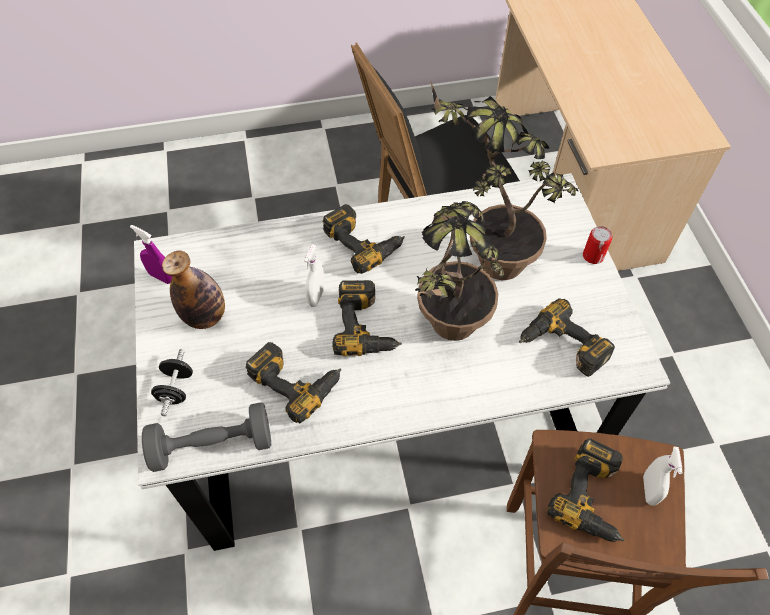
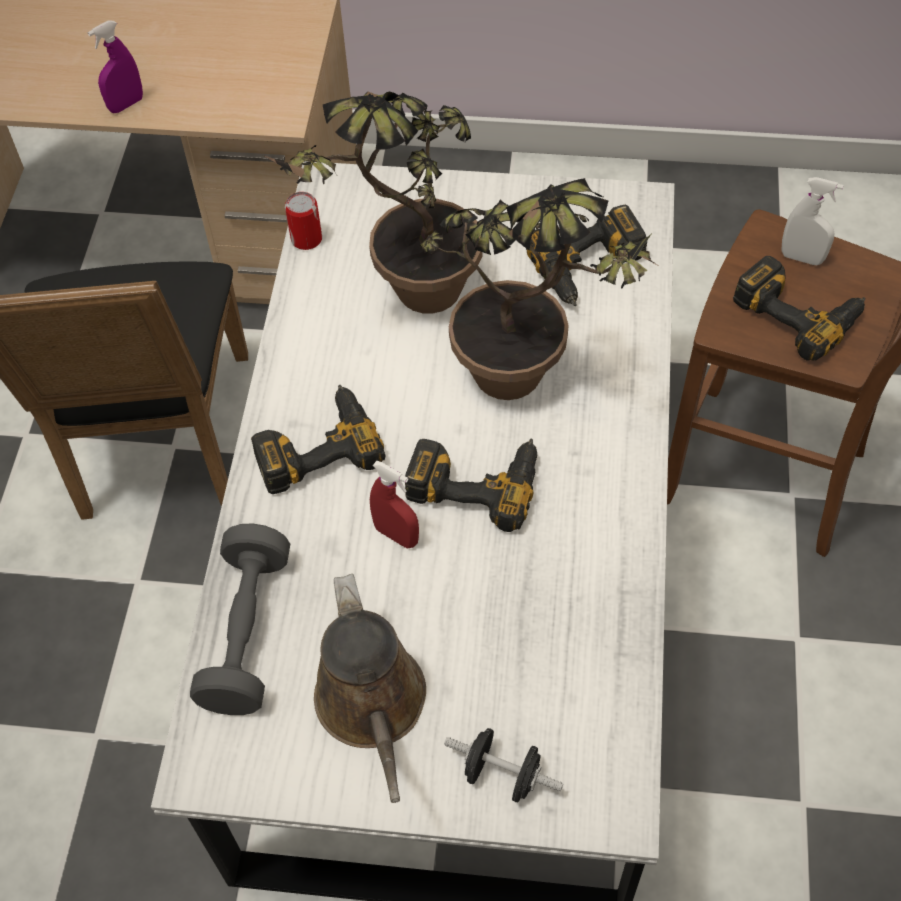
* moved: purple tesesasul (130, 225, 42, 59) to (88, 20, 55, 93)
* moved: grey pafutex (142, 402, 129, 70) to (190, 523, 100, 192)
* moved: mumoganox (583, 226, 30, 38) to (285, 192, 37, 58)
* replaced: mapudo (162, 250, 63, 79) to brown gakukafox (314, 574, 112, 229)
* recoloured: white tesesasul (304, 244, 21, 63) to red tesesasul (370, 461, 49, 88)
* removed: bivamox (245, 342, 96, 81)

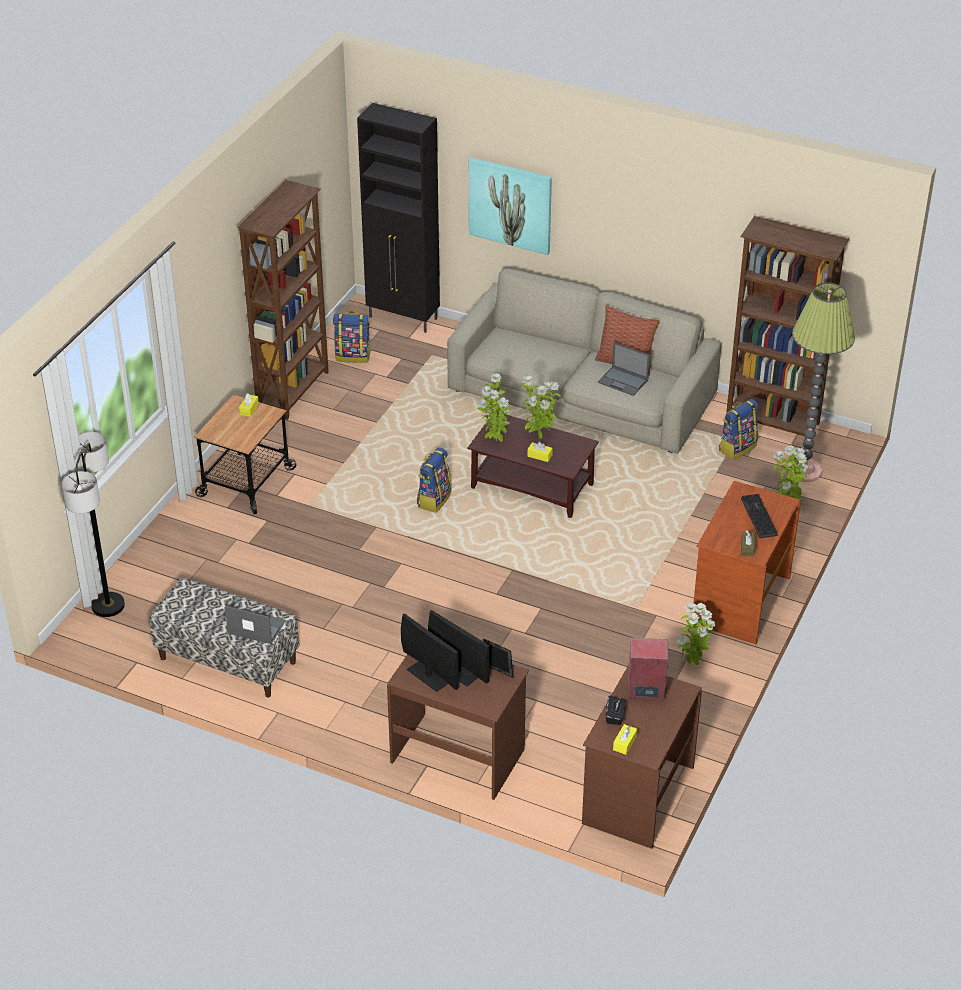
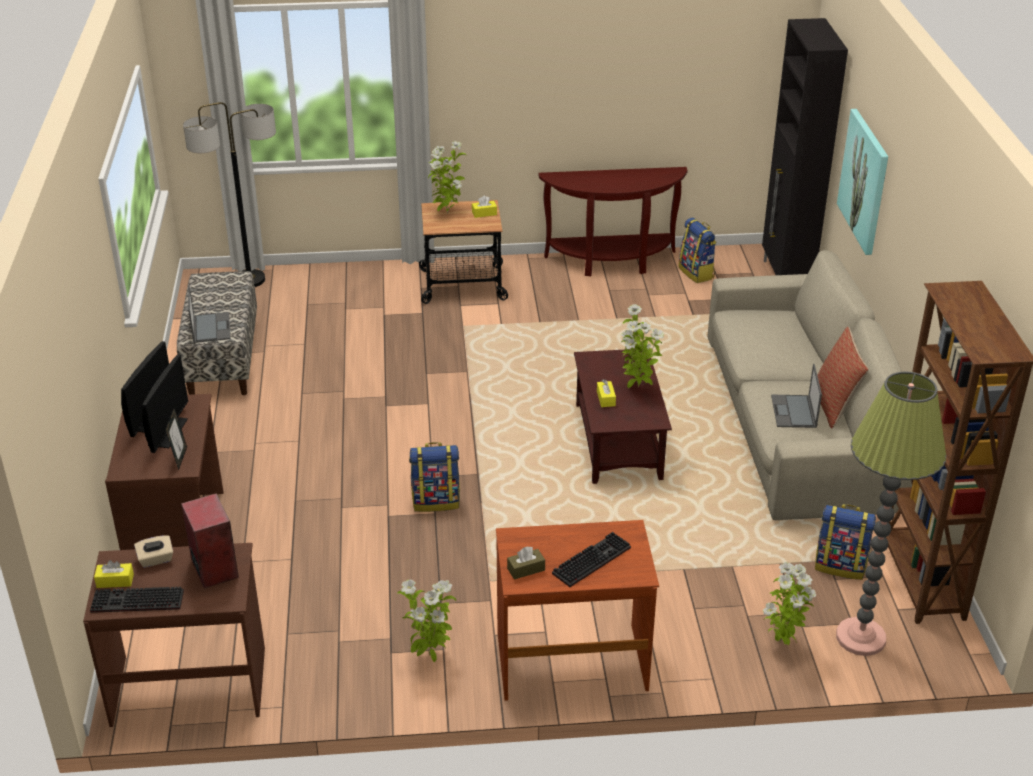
* added: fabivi (90, 587, 94, 26)
* recoloured: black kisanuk (606, 696, 20, 29) to beige kisanuk (134, 535, 39, 33)
* moved: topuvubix (417, 448, 34, 65) to (409, 442, 51, 70)
* moved: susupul (477, 373, 34, 69) to (428, 141, 38, 73)
* replaced: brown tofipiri (237, 180, 92, 240) to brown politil (538, 167, 150, 109)

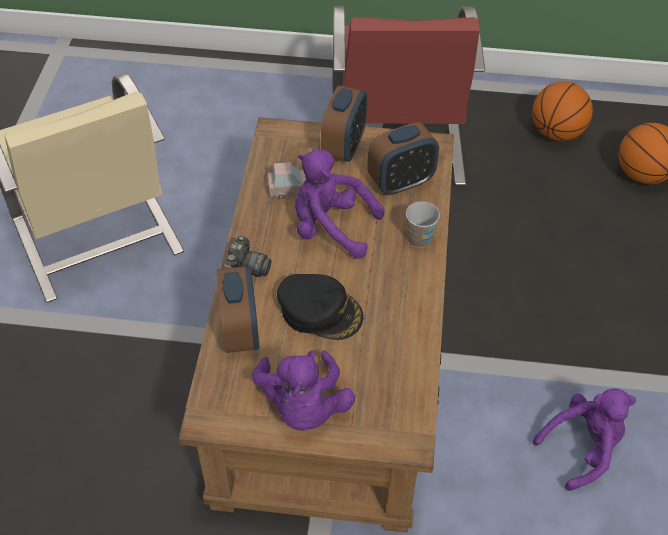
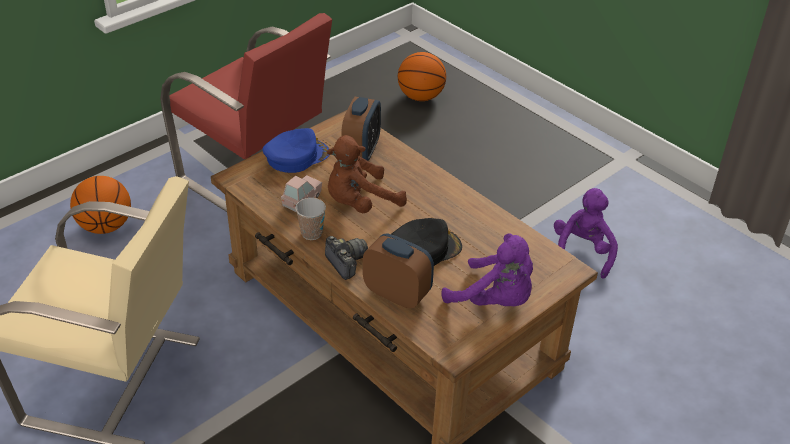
* moved: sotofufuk (532, 81, 61, 60) to (70, 176, 61, 58)
* replaced: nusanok (321, 86, 46, 76) to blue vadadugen (263, 128, 66, 45)
* moved: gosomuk (406, 201, 34, 47) to (295, 198, 31, 42)
* recoloured: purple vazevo (295, 150, 90, 109) to brown vazevo (327, 135, 80, 78)

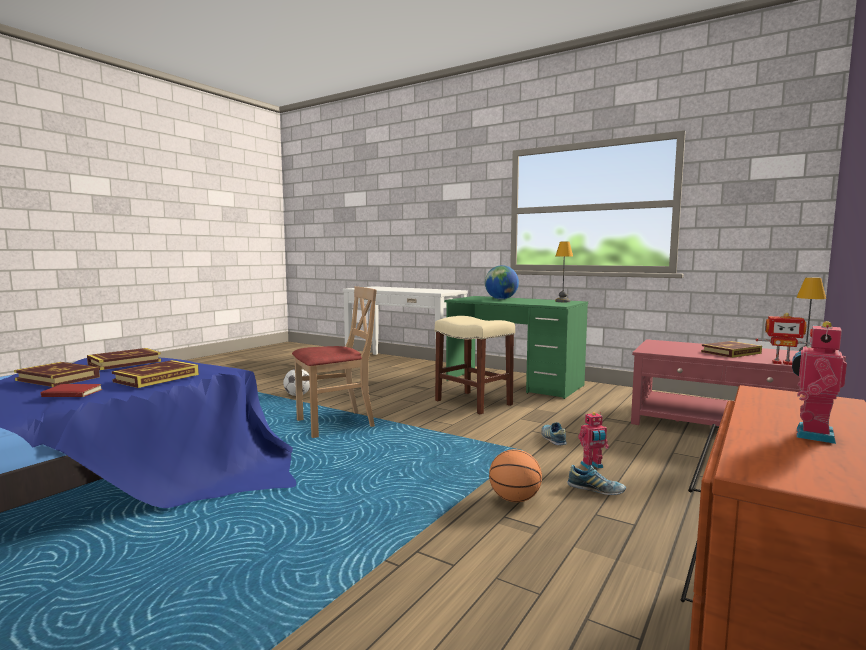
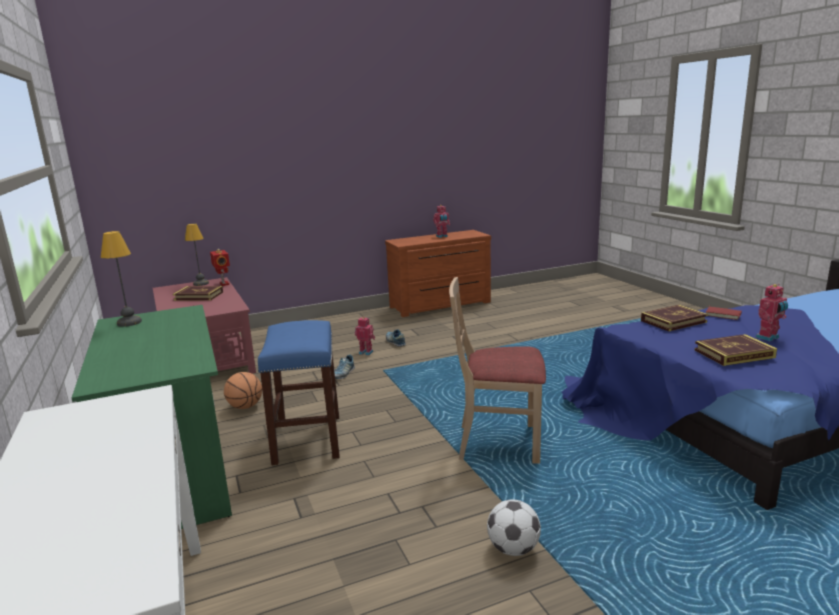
* moved: sotofufuk (489, 449, 53, 53) to (224, 372, 38, 37)
* recoloured: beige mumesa (435, 316, 80, 98) to blue mumesa (258, 320, 81, 145)
* replaced: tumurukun (14, 362, 86, 25) to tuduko (756, 284, 32, 57)
* removed: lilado (485, 265, 34, 34)

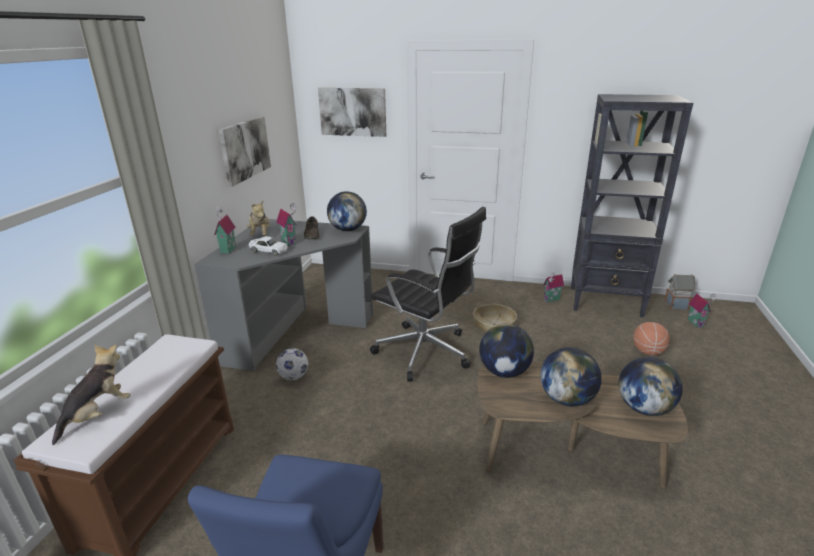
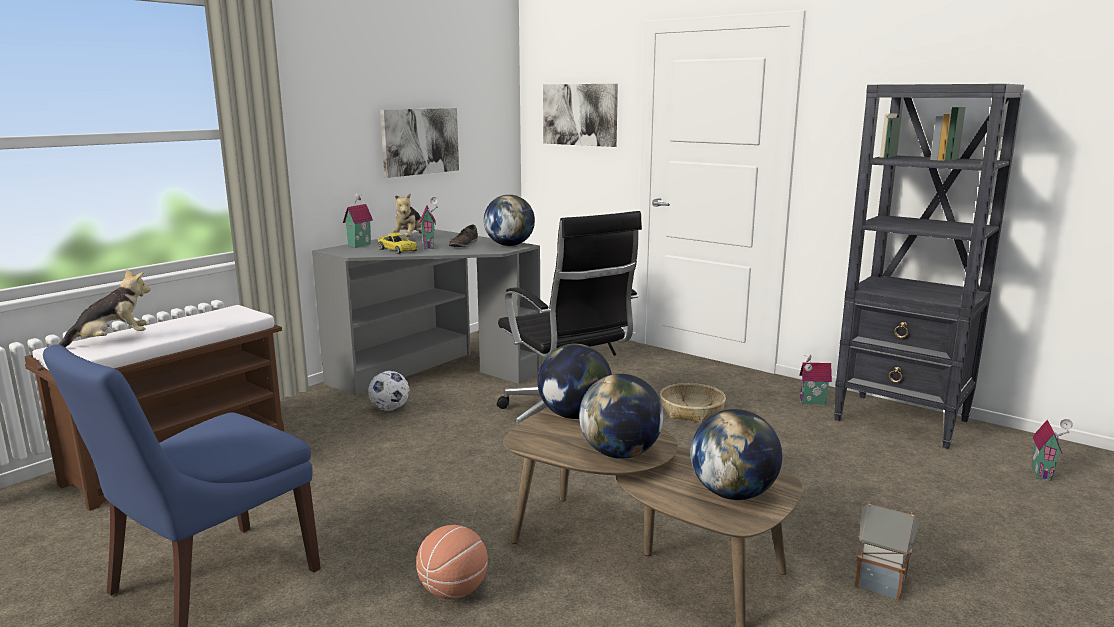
* recoloured: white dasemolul (248, 236, 40, 20) to yellow dasemolul (377, 233, 40, 21)
* moved: sotofufuk (633, 322, 37, 33) to (416, 525, 72, 74)
* moved: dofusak (664, 274, 32, 36) to (854, 501, 66, 100)

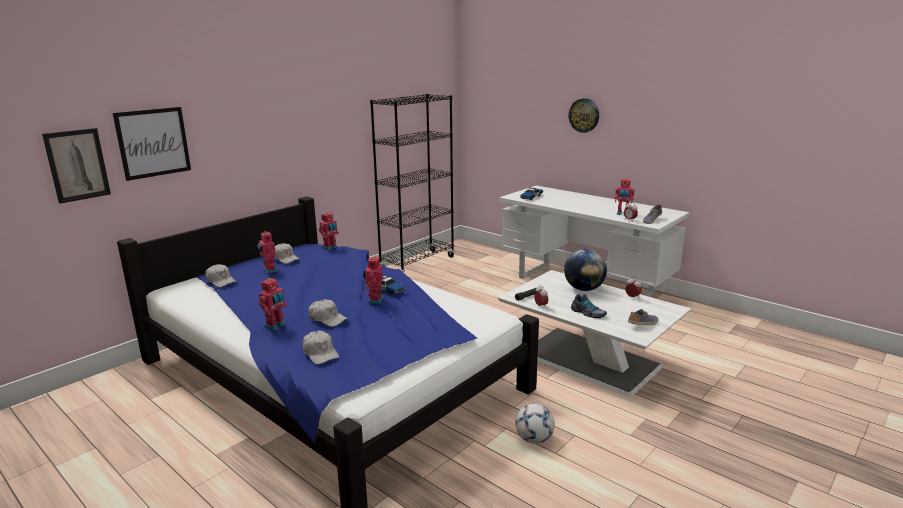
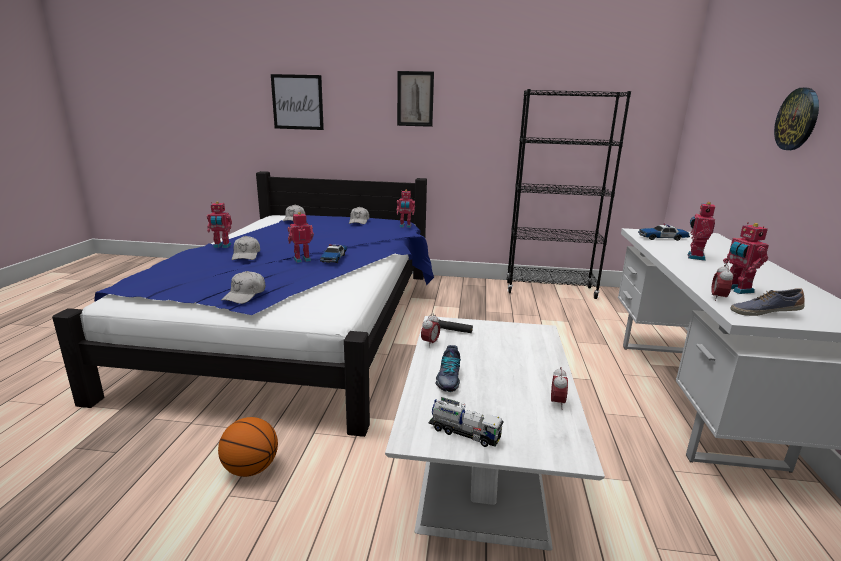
* replaced: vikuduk (515, 403, 40, 41) to sotofufuk (218, 417, 60, 60)
* moved: white vadadugen (302, 331, 37, 33) to (221, 271, 44, 33)
* moved: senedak (42, 128, 69, 76) to (397, 71, 37, 56)
* replaced: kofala (628, 309, 30, 16) to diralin (429, 397, 75, 50)
* moved: tuduko (257, 231, 21, 43) to (687, 202, 28, 59)
* removed: lilado (564, 249, 43, 42)

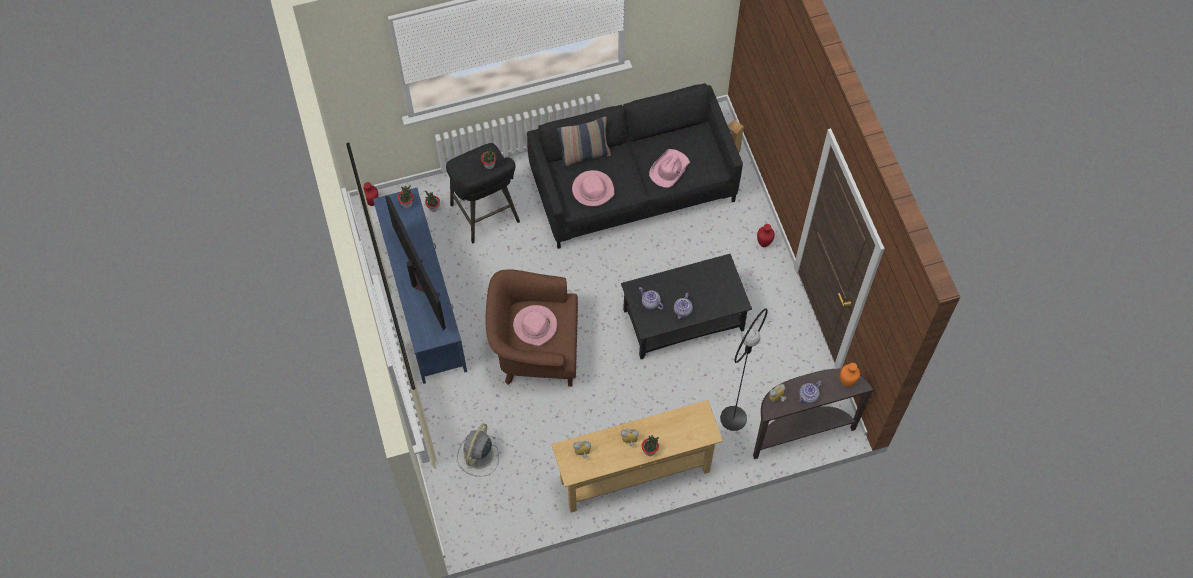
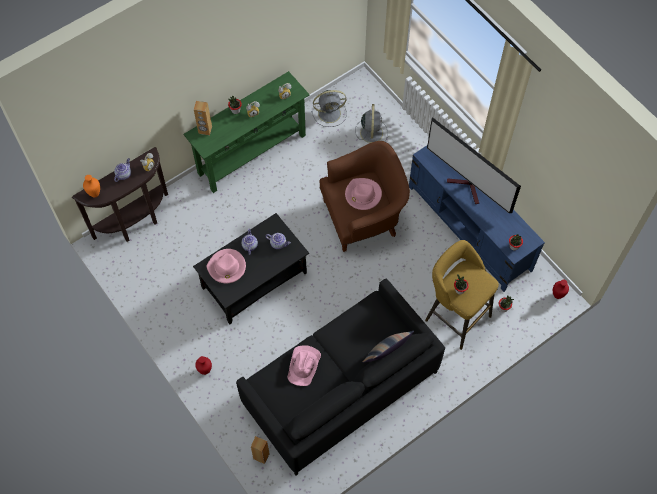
* recoloured: beige politil (552, 400, 171, 112) to green politil (184, 71, 126, 122)
* added: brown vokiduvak (194, 101, 18, 34)
* moved: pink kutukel (572, 170, 42, 36) to (206, 249, 40, 35)
* added: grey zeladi (311, 90, 36, 37)
* recoloured: black mumesa (446, 143, 74, 100) to yellow mumesa (425, 240, 74, 110)
* removed: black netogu (720, 308, 48, 123)

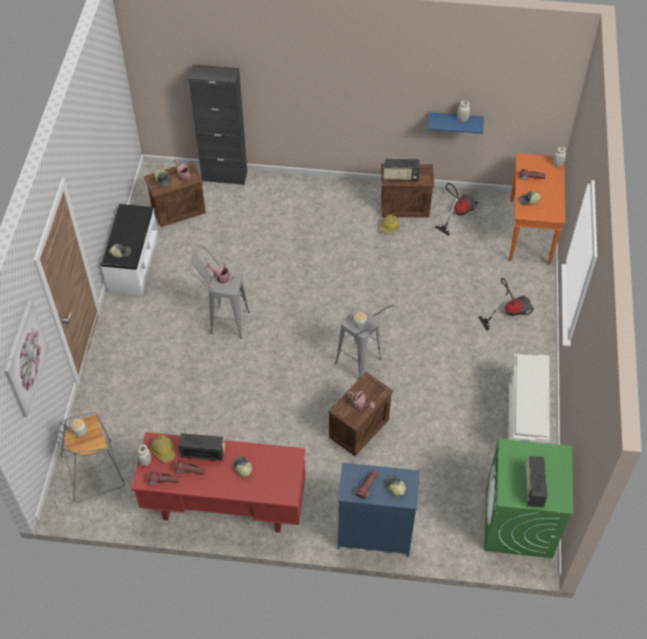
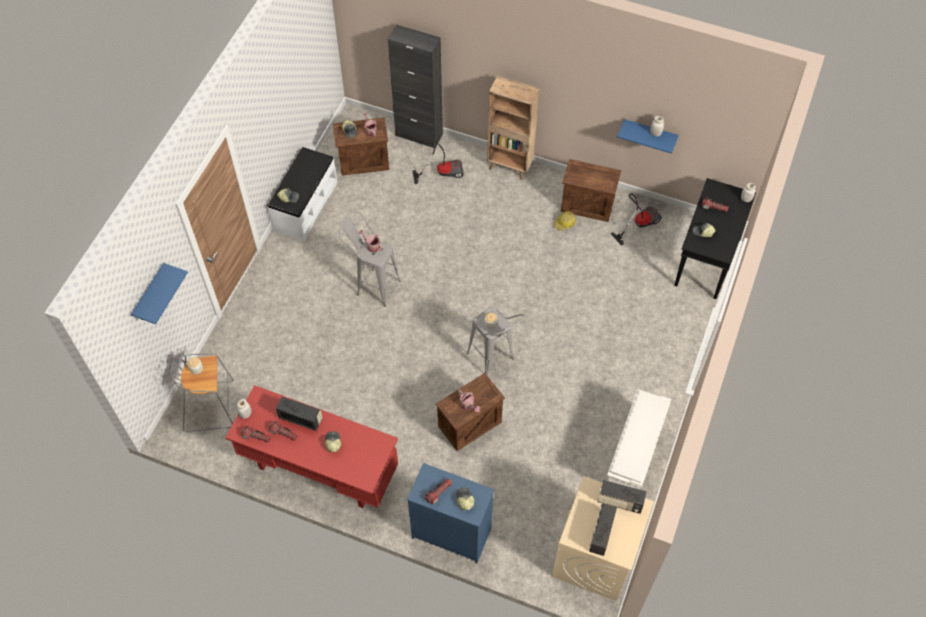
* replaced: senedak (4, 300, 45, 117) to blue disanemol (131, 263, 57, 61)
* moved: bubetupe (478, 278, 56, 53) to (412, 138, 52, 46)
* added: brown tofipiri (487, 76, 52, 104)
* recoloured: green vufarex (484, 439, 89, 119) to beige vufarex (552, 476, 102, 125)
* moved: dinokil (384, 158, 36, 23) to (597, 480, 49, 34)
* recoloured: orange politil (509, 153, 57, 112) to black politil (674, 178, 82, 121)
* removed: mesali (151, 435, 25, 28)

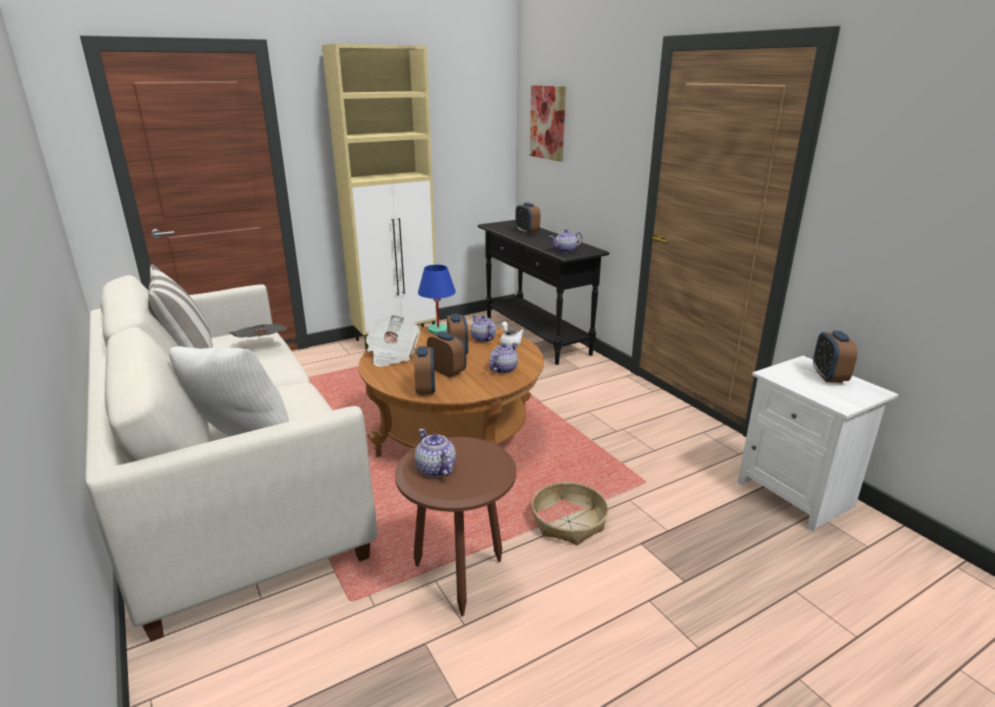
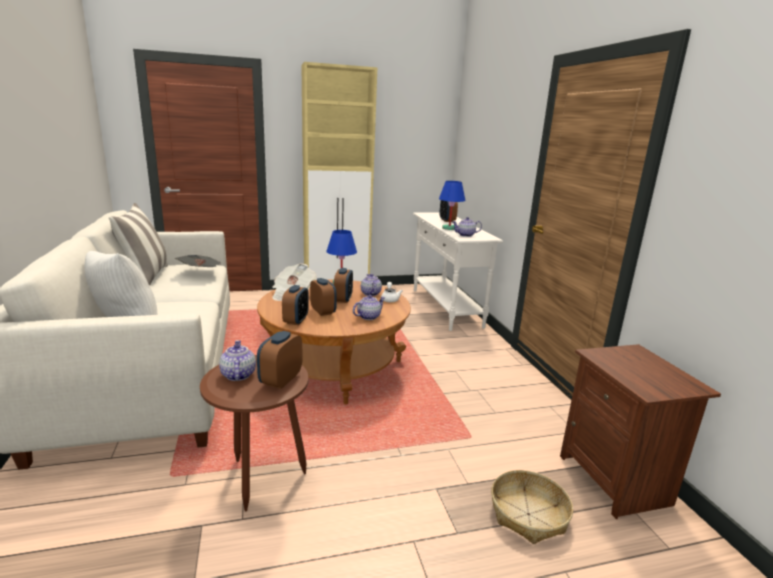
* moved: nusanok (813, 331, 45, 52) to (257, 331, 46, 58)
* recoloured: black politil (478, 220, 131, 145) to white politil (413, 212, 90, 119)
* added: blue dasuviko (439, 181, 27, 49)
* moved: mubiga (532, 482, 76, 63) to (491, 470, 82, 74)
* recoloured: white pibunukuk (737, 356, 162, 176) to brown pibunukuk (560, 344, 161, 175)
* removed: senedak (530, 85, 36, 77)

